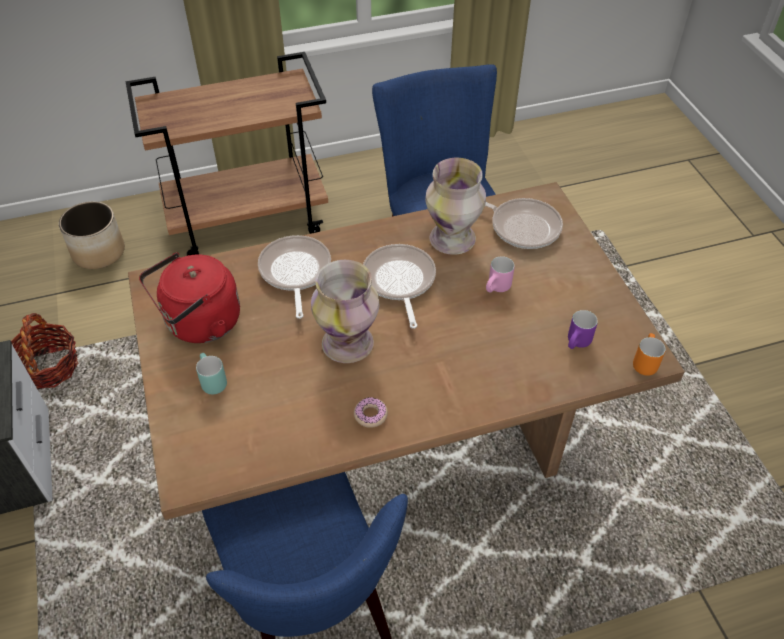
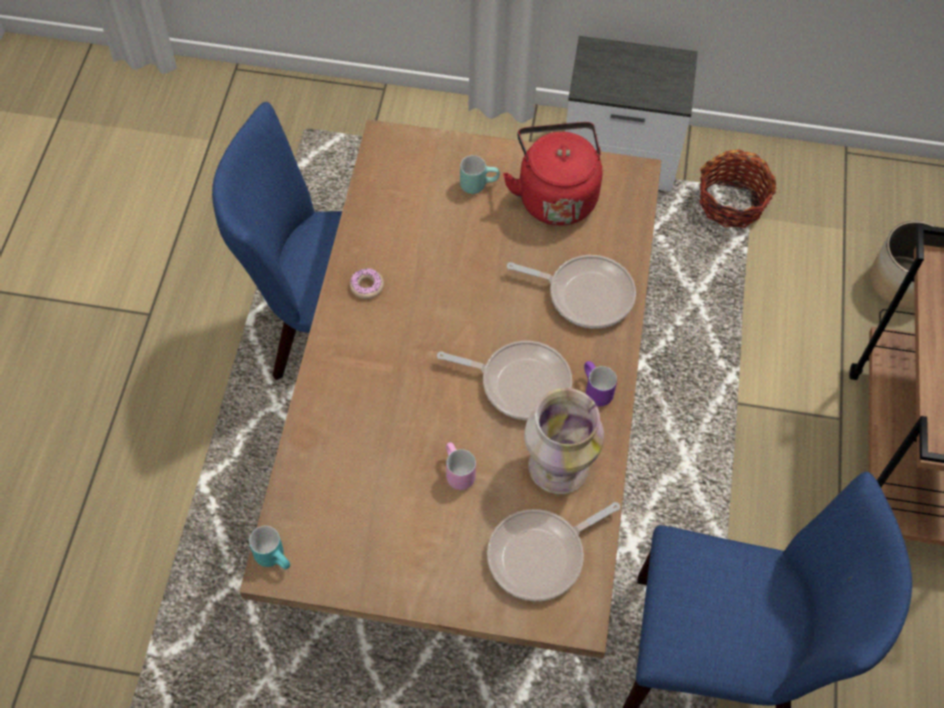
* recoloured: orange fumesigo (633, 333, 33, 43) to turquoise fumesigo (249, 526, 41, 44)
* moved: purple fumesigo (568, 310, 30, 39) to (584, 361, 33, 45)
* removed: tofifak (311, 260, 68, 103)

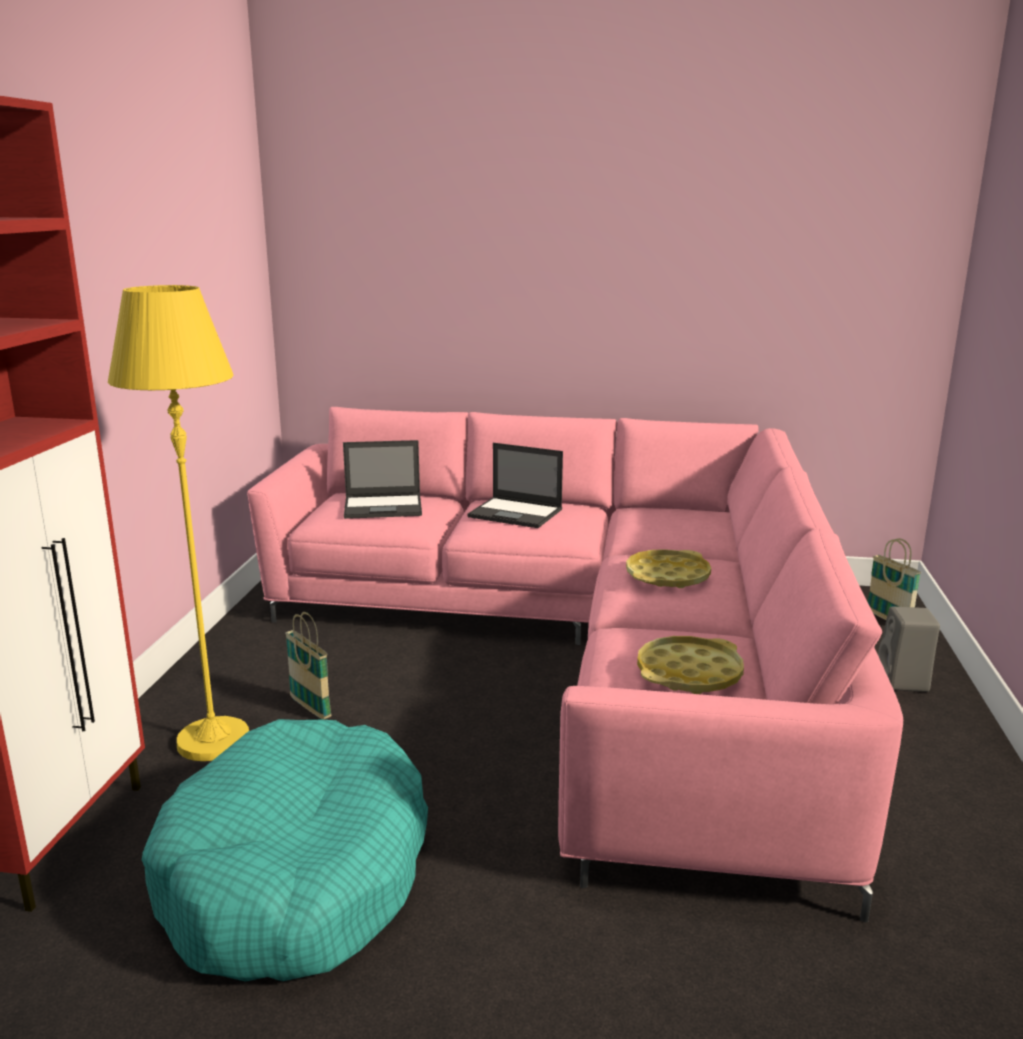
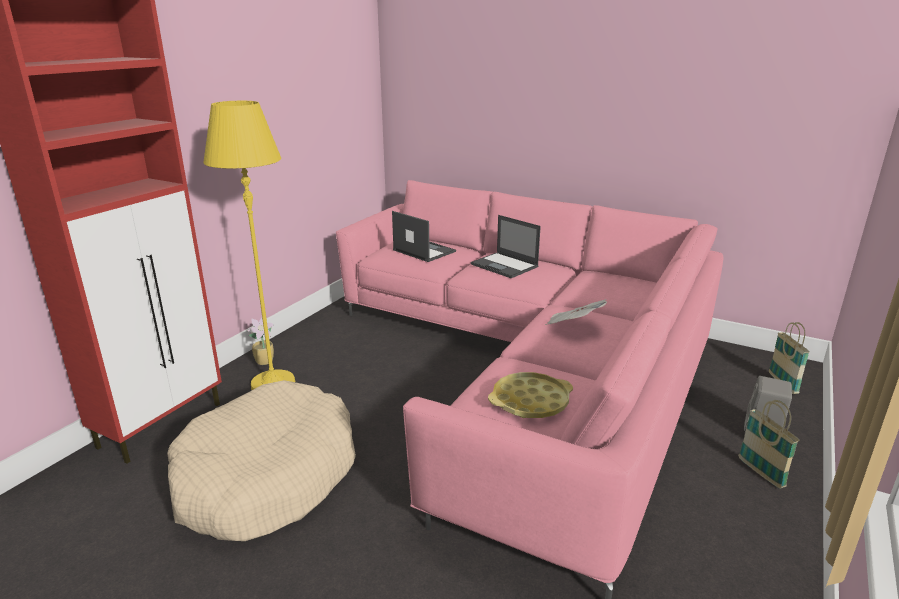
* recoloured: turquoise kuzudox (142, 719, 286, 263) to beige kuzudox (167, 380, 189, 161)
* added: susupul (248, 318, 27, 47)
* turned: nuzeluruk (343, 440, 79, 79) = (392, 211, 64, 51) 150 degrees counterclockwise
* replaced: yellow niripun (626, 549, 85, 39) to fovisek (545, 299, 62, 26)
* moved: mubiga (285, 612, 47, 108) to (738, 400, 62, 88)

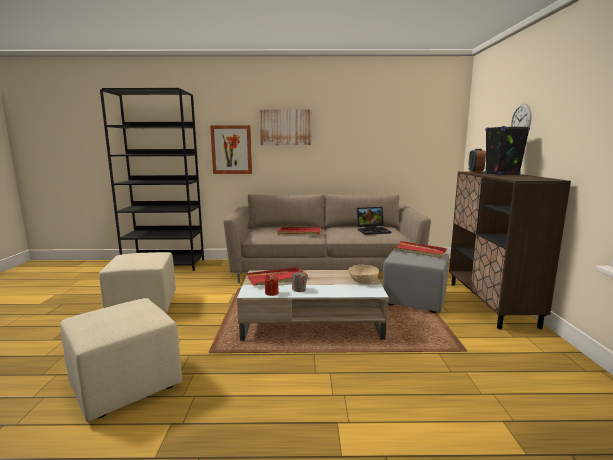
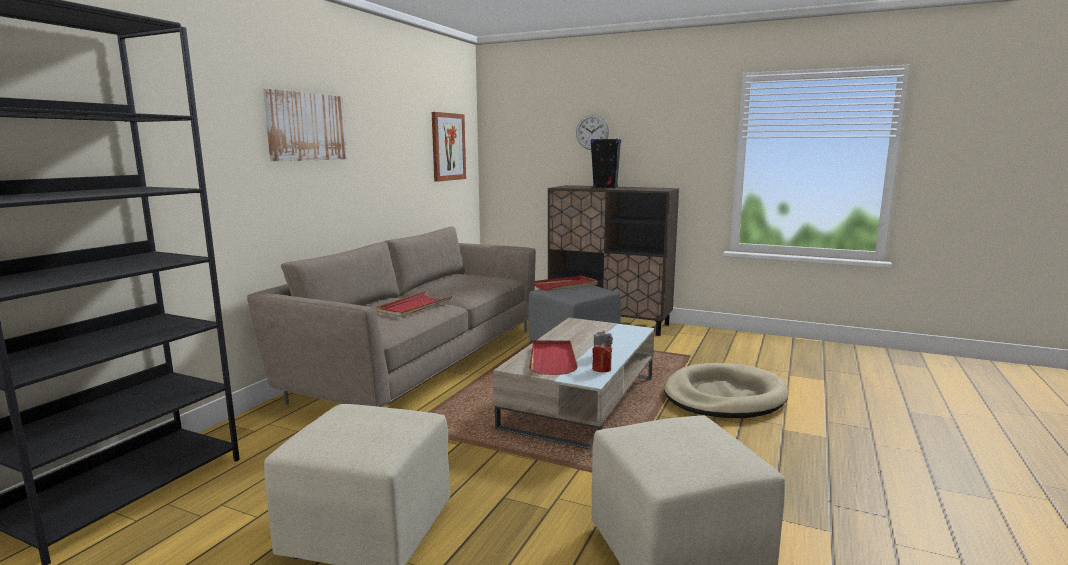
* moved: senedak (210, 125, 42, 49) to (432, 112, 34, 70)
* added: beige kuzudox (664, 363, 125, 55)
* removed: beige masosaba (348, 265, 31, 19)
* removed: nuzeluruk (357, 207, 34, 28)
* removed: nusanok (468, 149, 18, 24)

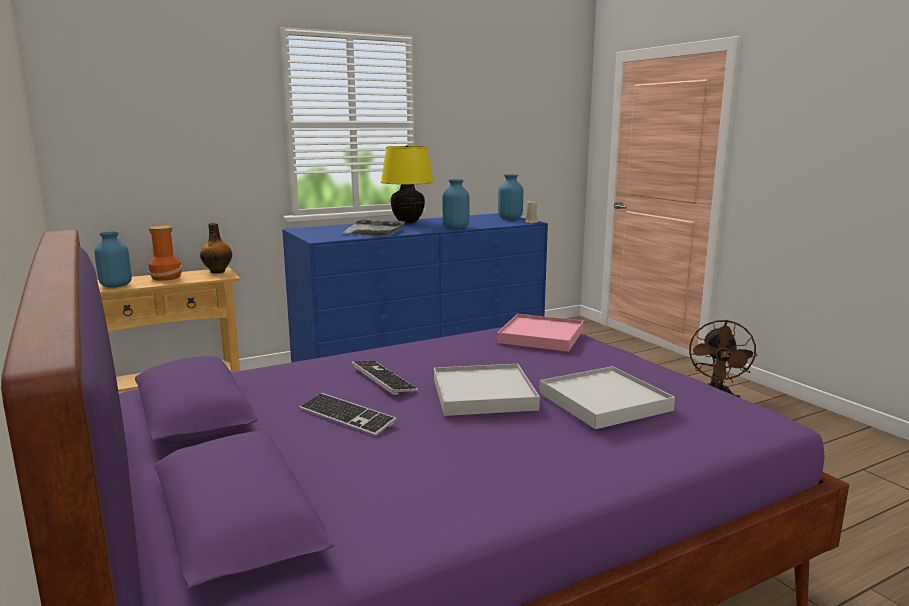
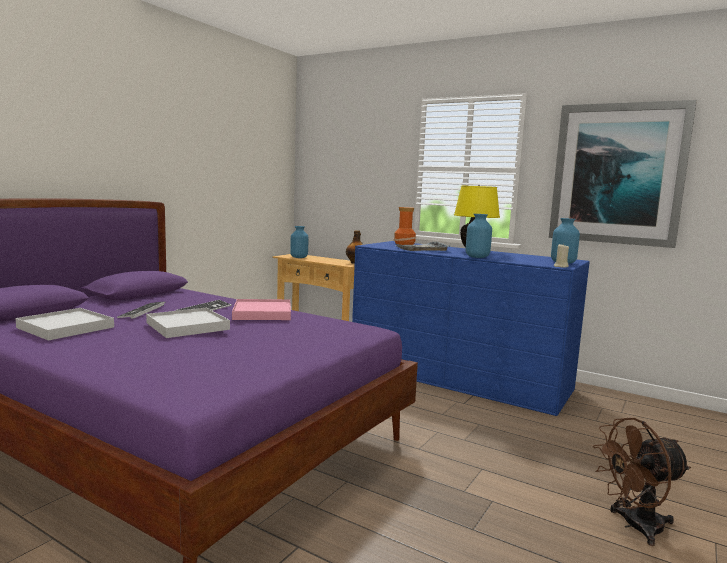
* moved: white niripun (539, 366, 136, 63) to (15, 308, 99, 33)
* moved: pink niripun (497, 314, 87, 38) to (232, 299, 59, 21)
* moved: tofifak (148, 226, 34, 55) to (394, 207, 22, 38)
* added: senedak (549, 100, 147, 148)

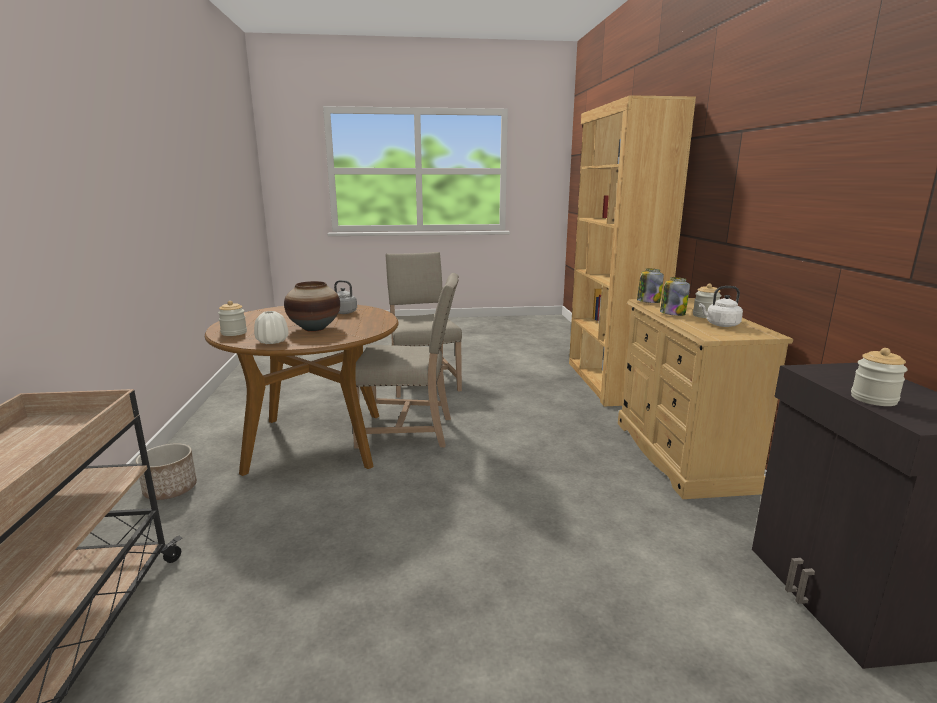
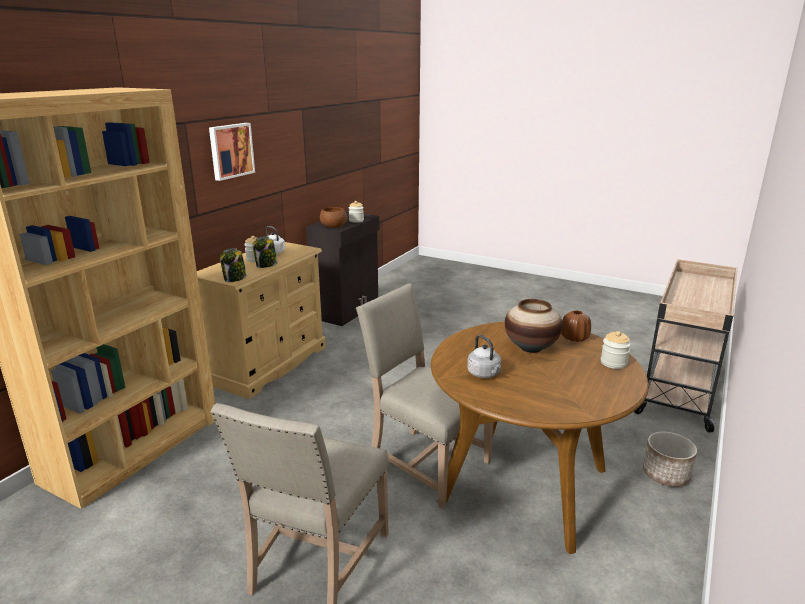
* added: senedak (209, 123, 46, 58)
* added: brown masosaba (320, 207, 27, 21)
* recoloured: white tofifak (254, 311, 34, 33) to brown tofifak (561, 310, 30, 32)

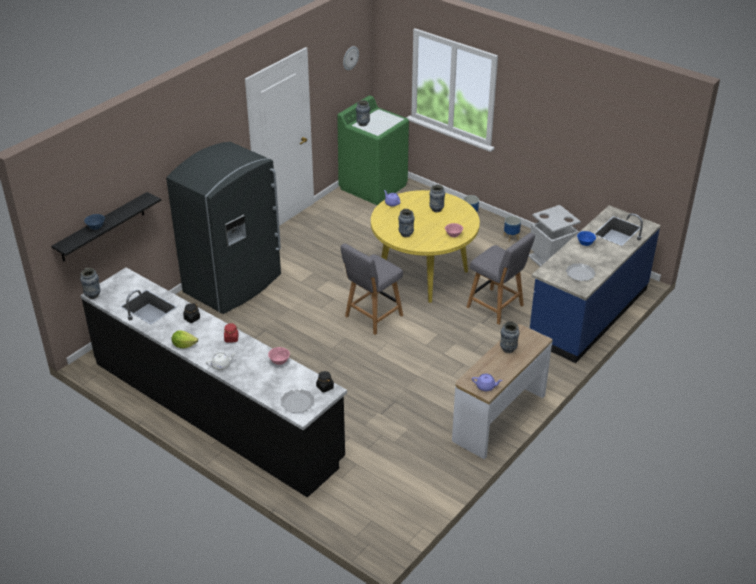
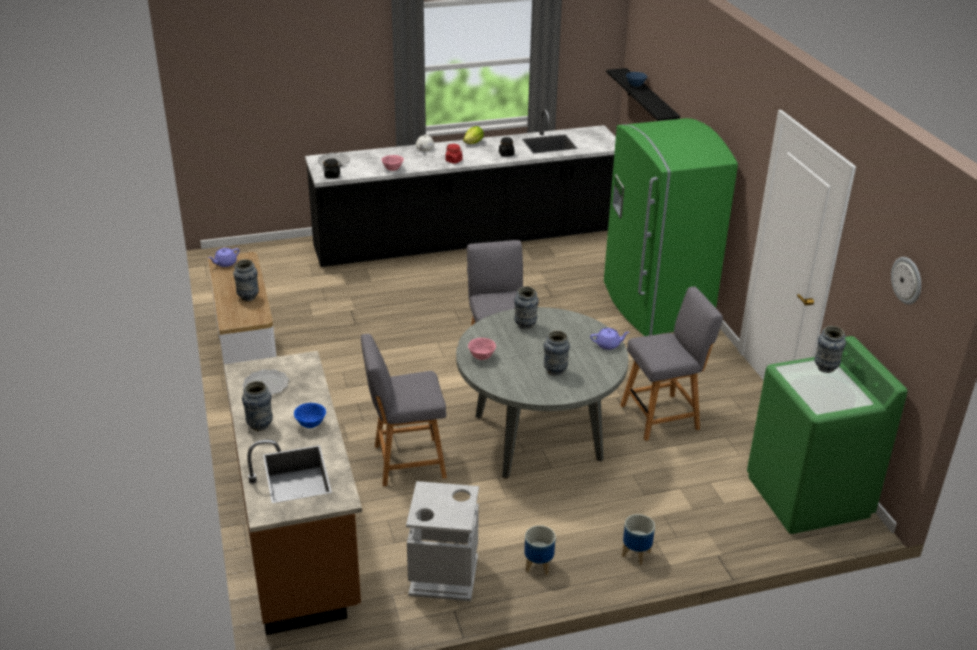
* recoloured: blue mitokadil (530, 205, 131, 158) to brown mitokadil (224, 351, 138, 284)
* moved: tofifak (80, 268, 21, 31) to (242, 381, 31, 50)
* recoloured: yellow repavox (371, 190, 109, 113) to grey repavox (456, 307, 173, 172)
* recoloured: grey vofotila (166, 142, 115, 172) to green vofotila (604, 118, 134, 218)
* added: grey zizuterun (620, 286, 103, 155)

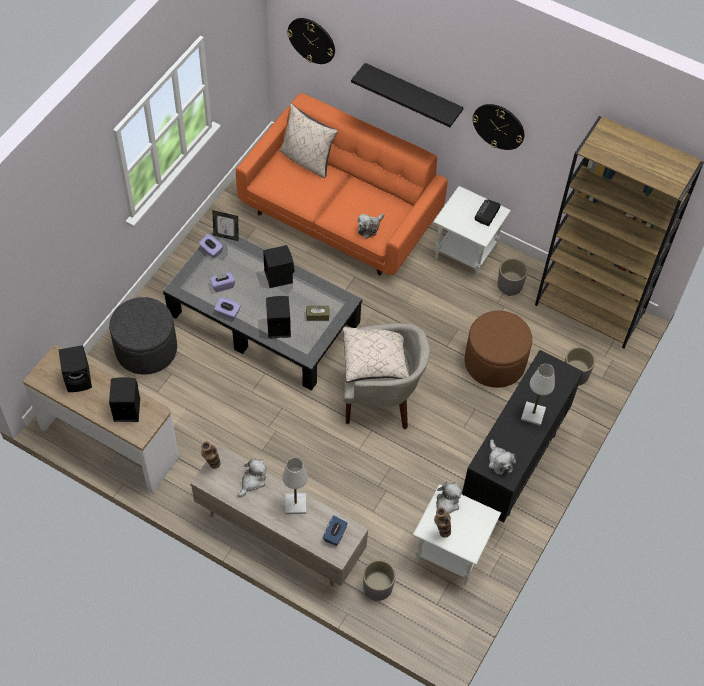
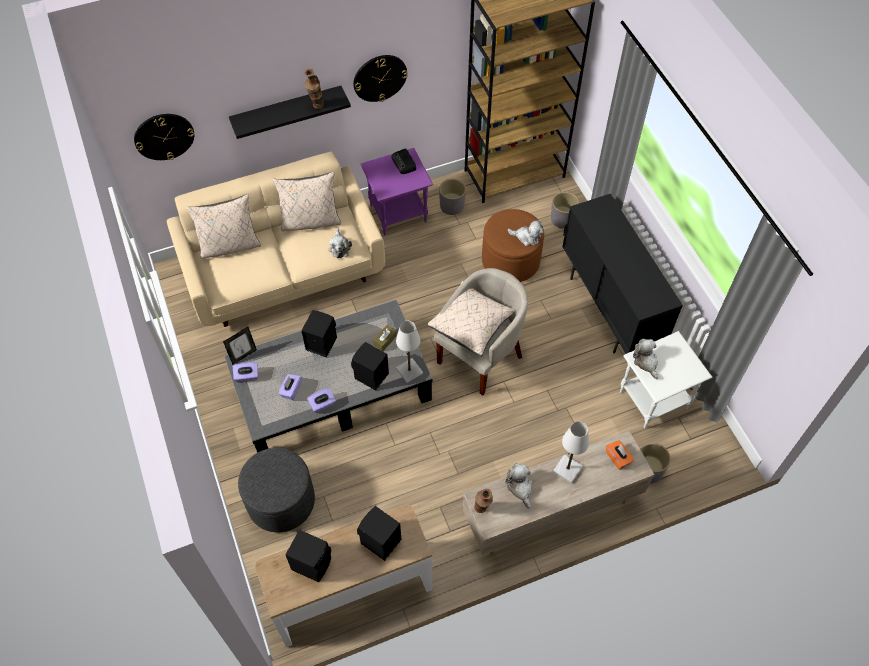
* recoloured: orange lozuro (236, 93, 212, 182) to beige lozuro (167, 151, 218, 176)
* added: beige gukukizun (273, 172, 68, 59)
* moved: tofifak (434, 507, 17, 31) to (304, 69, 20, 40)
* recoloured: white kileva (433, 186, 78, 92) to purple kileva (360, 148, 73, 87)
* moved: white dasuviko (521, 364, 34, 62) to (396, 321, 27, 62)
* moved: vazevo (489, 439, 27, 37) to (508, 220, 36, 26)
* recoloured: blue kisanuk (323, 516, 25, 30) to orange kisanuk (606, 440, 28, 30)

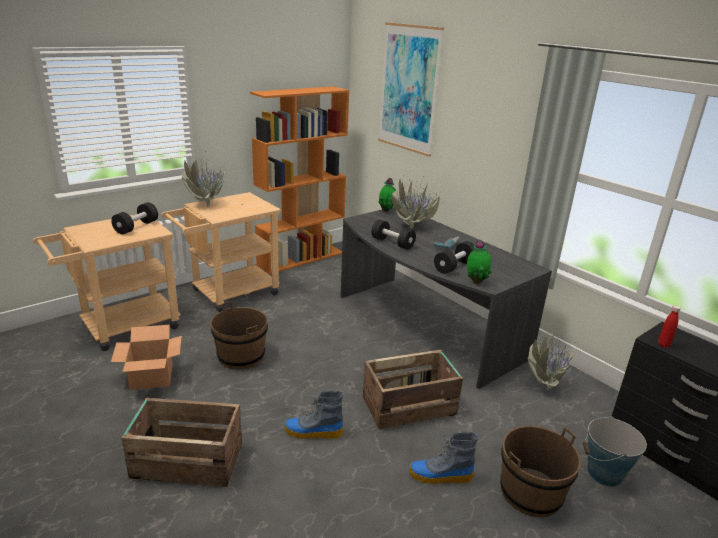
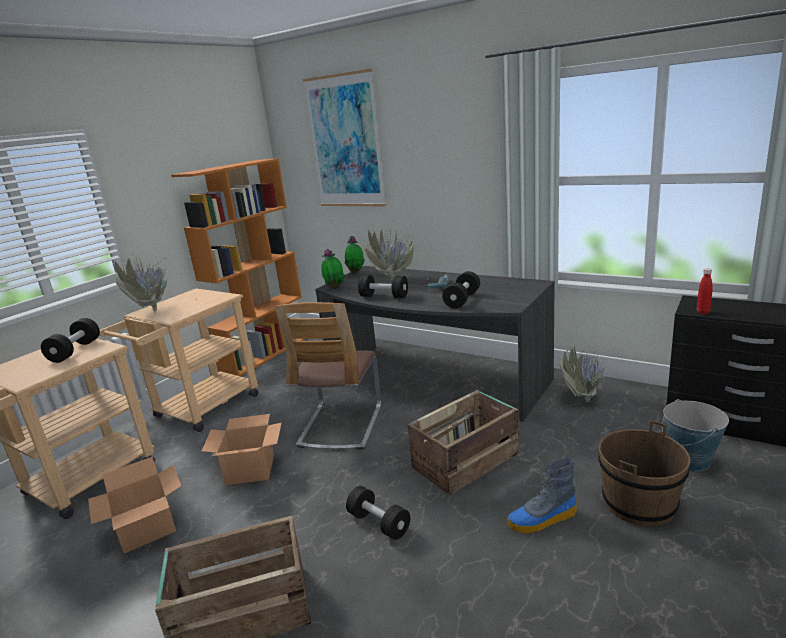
* replaced: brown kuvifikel (210, 301, 58, 69) to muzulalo (202, 414, 80, 71)
* added: zizuterun (275, 302, 106, 148)
* moved: susupul (467, 240, 25, 44) to (321, 249, 24, 40)
* replaced: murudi (285, 391, 58, 48) to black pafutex (346, 486, 64, 54)

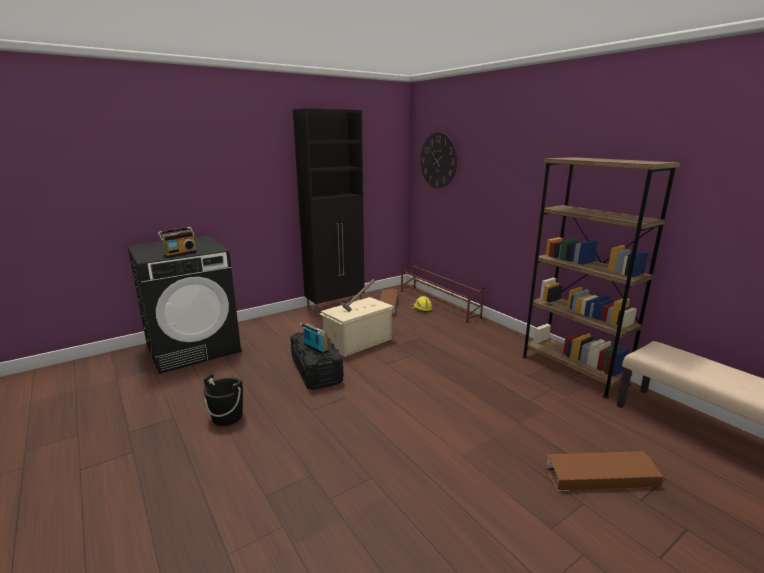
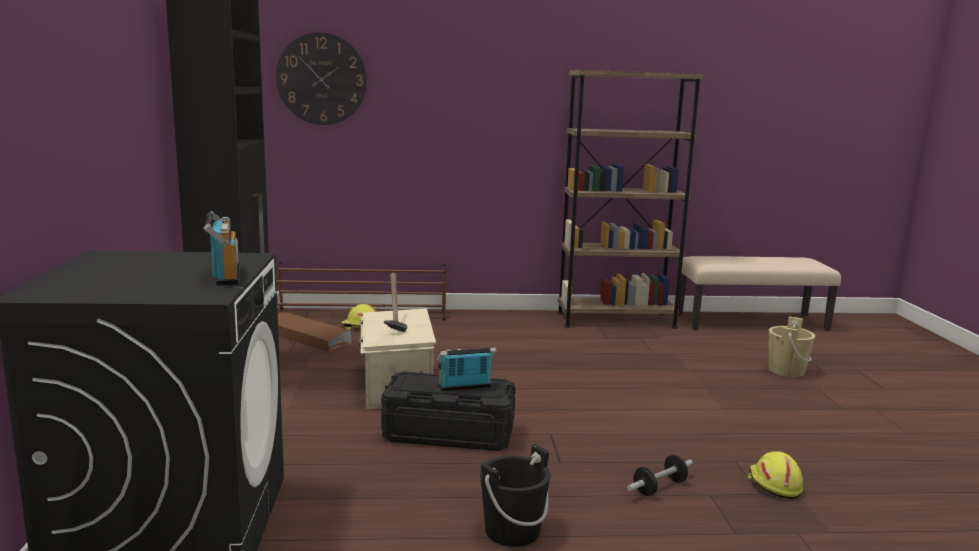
* added: pafutex (627, 455, 66, 41)
* added: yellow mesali (747, 451, 56, 48)
* replaced: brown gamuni (546, 451, 117, 40) to beige kuvifikel (769, 317, 46, 60)

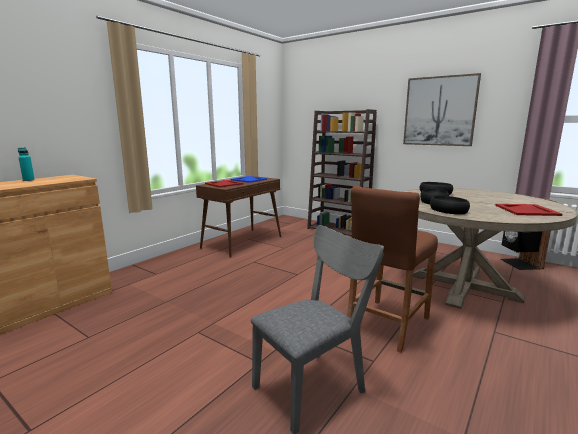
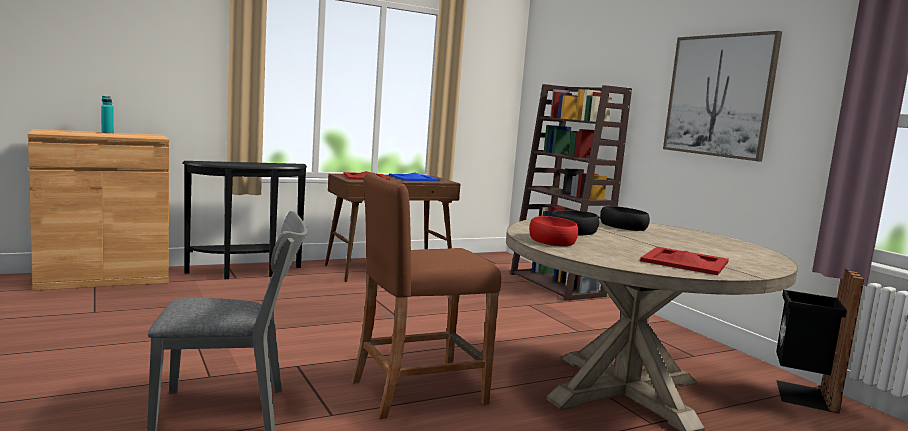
* added: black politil (182, 161, 125, 118)
* recoloured: black masosaba (430, 196, 40, 19) to red masosaba (529, 216, 49, 30)

